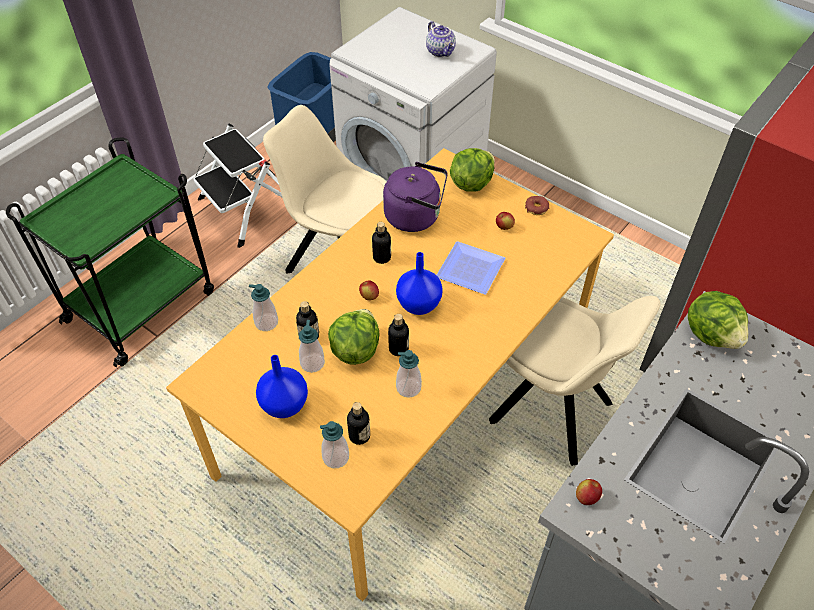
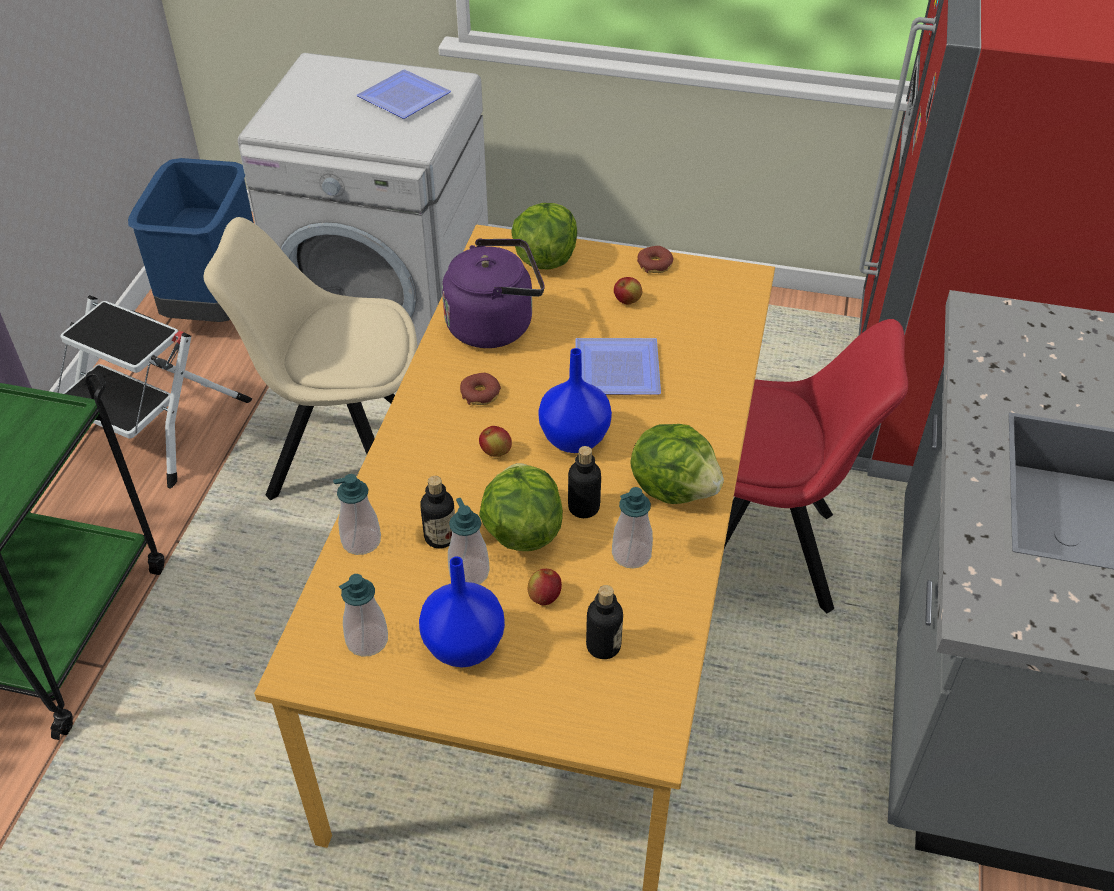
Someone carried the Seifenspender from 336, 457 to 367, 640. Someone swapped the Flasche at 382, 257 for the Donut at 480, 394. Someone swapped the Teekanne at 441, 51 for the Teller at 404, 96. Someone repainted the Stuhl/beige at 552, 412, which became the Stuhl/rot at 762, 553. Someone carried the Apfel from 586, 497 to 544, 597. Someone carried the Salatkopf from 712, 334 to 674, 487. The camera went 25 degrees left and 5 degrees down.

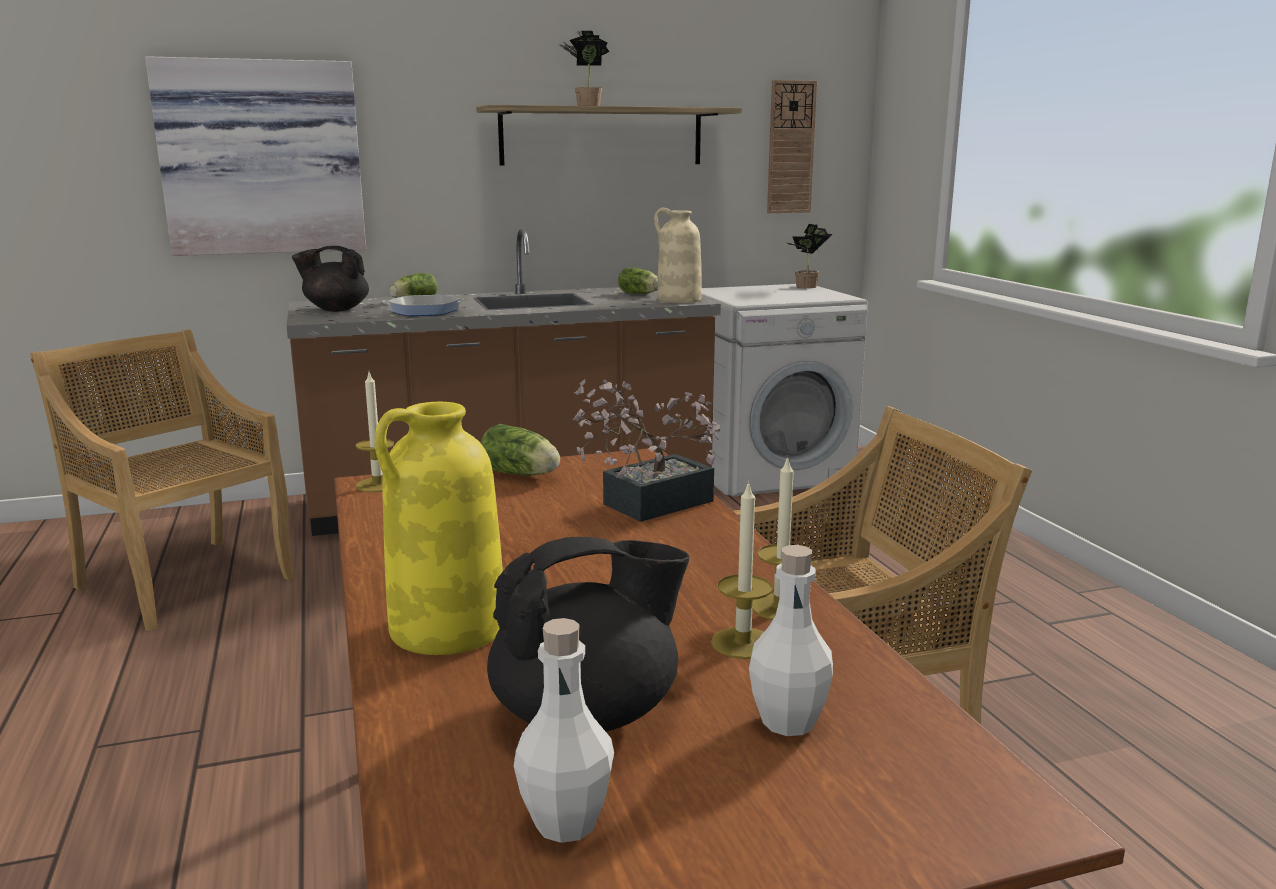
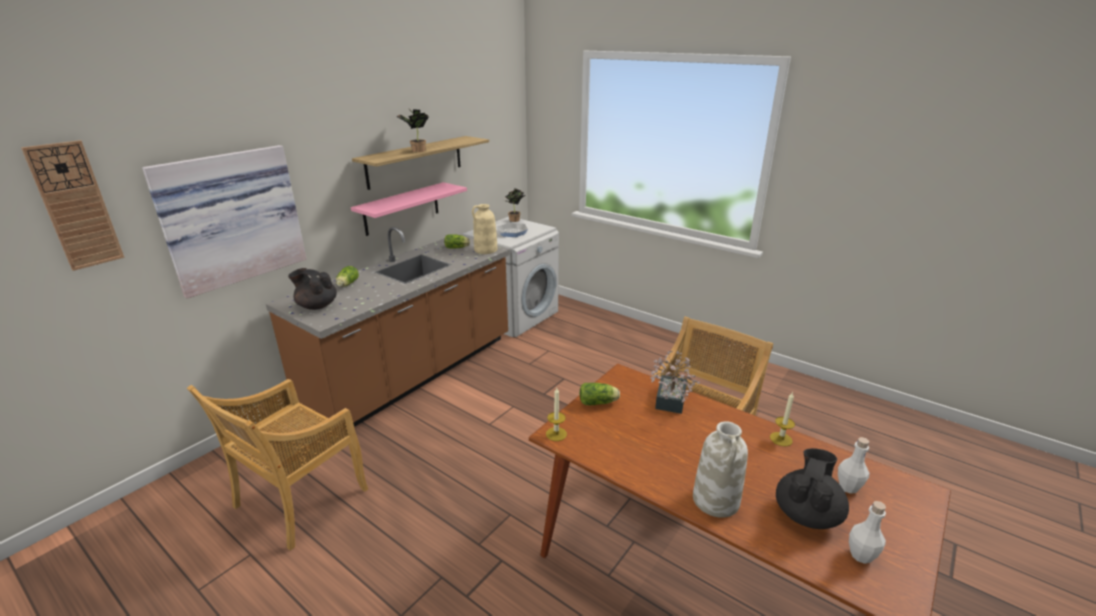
Someone rotated the Stuhl/beige at 184, 581 by 60 degrees counterclockwise. Someone rotated the Teekanne/schwarz at 335, 309 by 60 degrees clockwise. Someone repainted the Vase/gelb at 447, 629, which became the Vase/weiß at 716, 501. Someone carried the Pfanne from 424, 311 to 512, 232. Someone took away the Kerze at 743, 643. Someone carried the Wanduhr from 790, 147 to 76, 206. Someone put up the Wandregal/rosa at 402, 208. The camera went 35 degrees left and 10 degrees up.

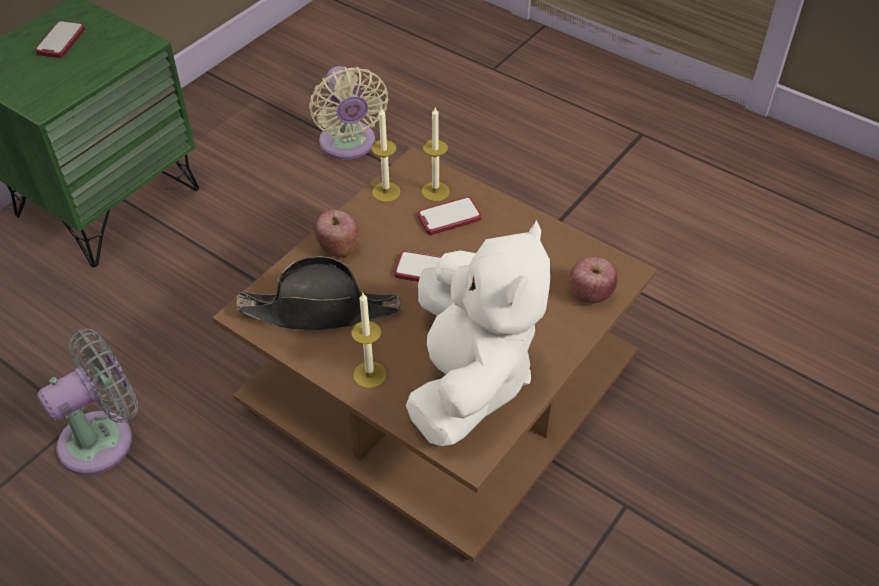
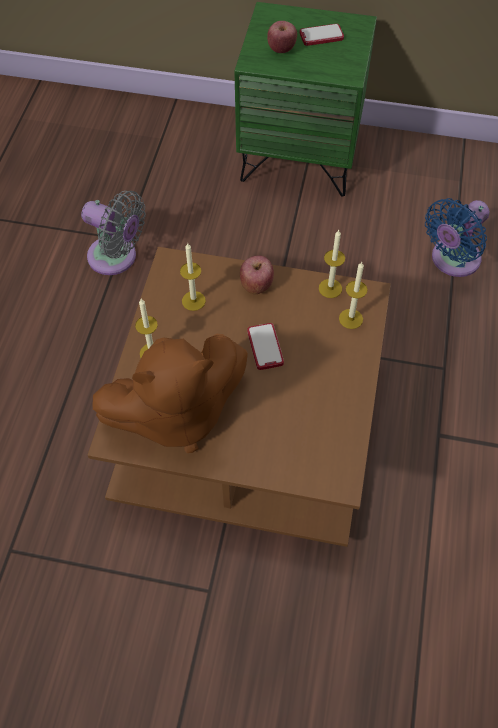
Someone swapped the Hut/schwarz at 320, 310 for the Kerze at 193, 301. Someone repainted the Ventilator/beige at 349, 145, which became the Ventilator/blau at 452, 260. Someone repainted the Plüschtier/weiß at 468, 379, which became the Plüschtier/braun at 176, 414. Someone took away the Handy at 449, 217. Someone carried the Apfel from 590, 294 to 281, 49. The camera went 65 degrees right and 10 degrees up.

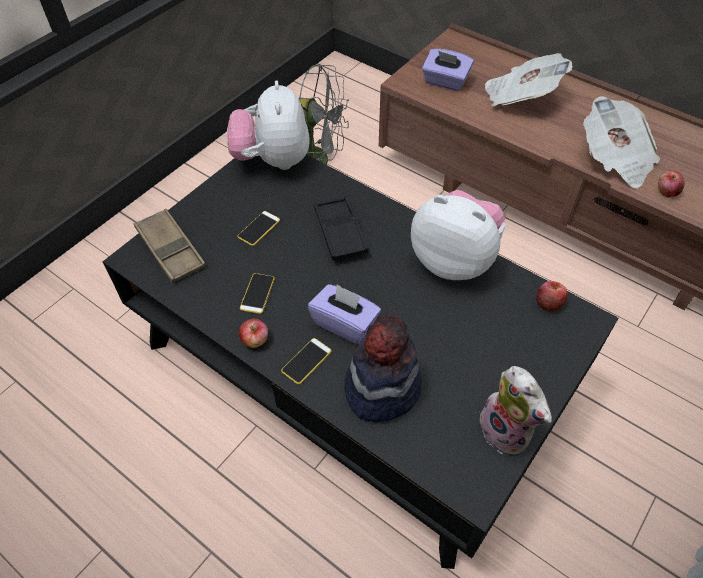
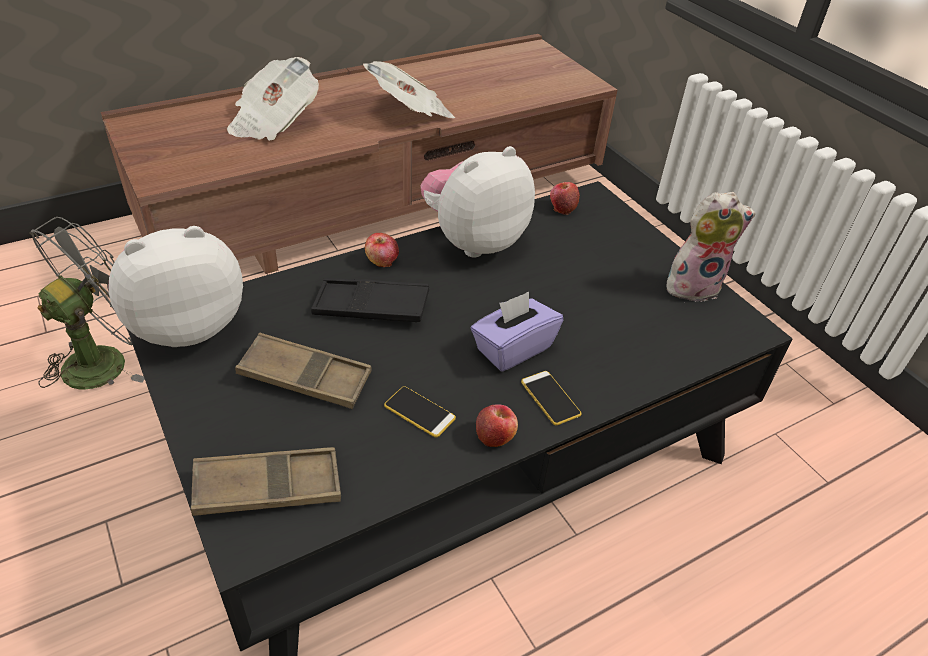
Someone rotated the Plüschtier at 273, 160 by 135 degrees clockwise. Someone swapped the Handy at 259, 228 for the Tablett/braun at 305, 377. Someone took away the Hut at 381, 387. Someone took away the Taschentuchbox/lila at 445, 82. Someone carried the Apfel from 667, 191 to 382, 261. The camera went 70 degrees left and 10 degrees down.

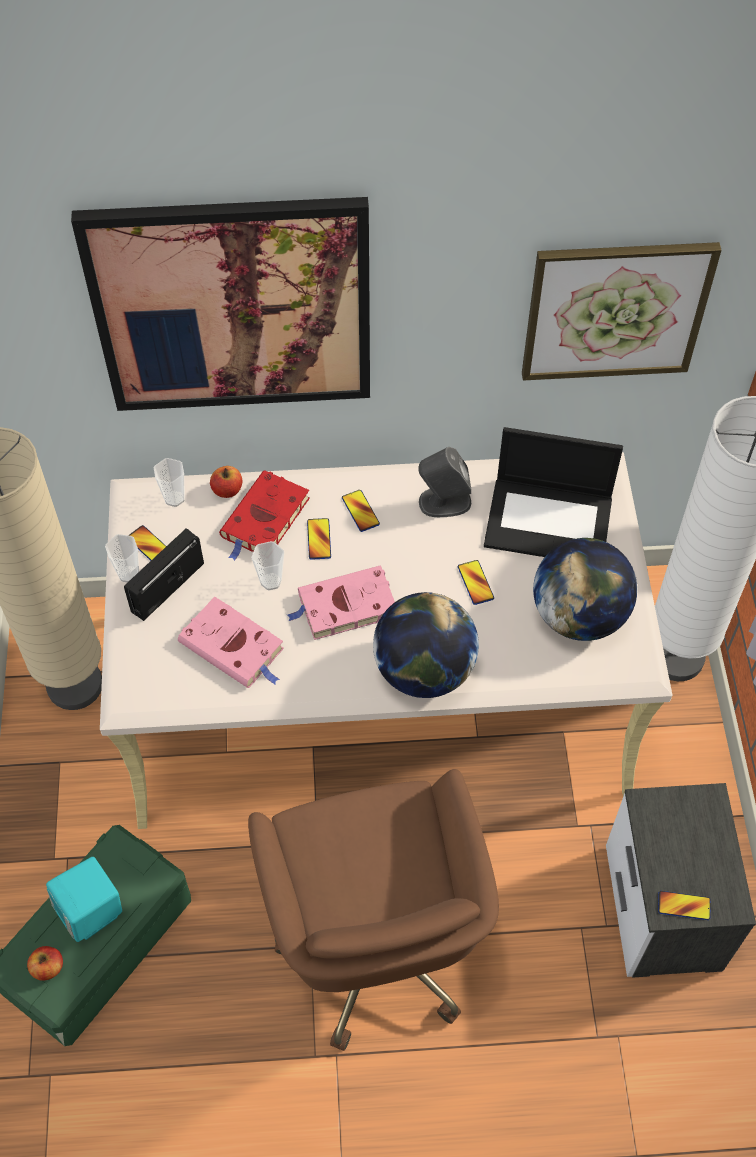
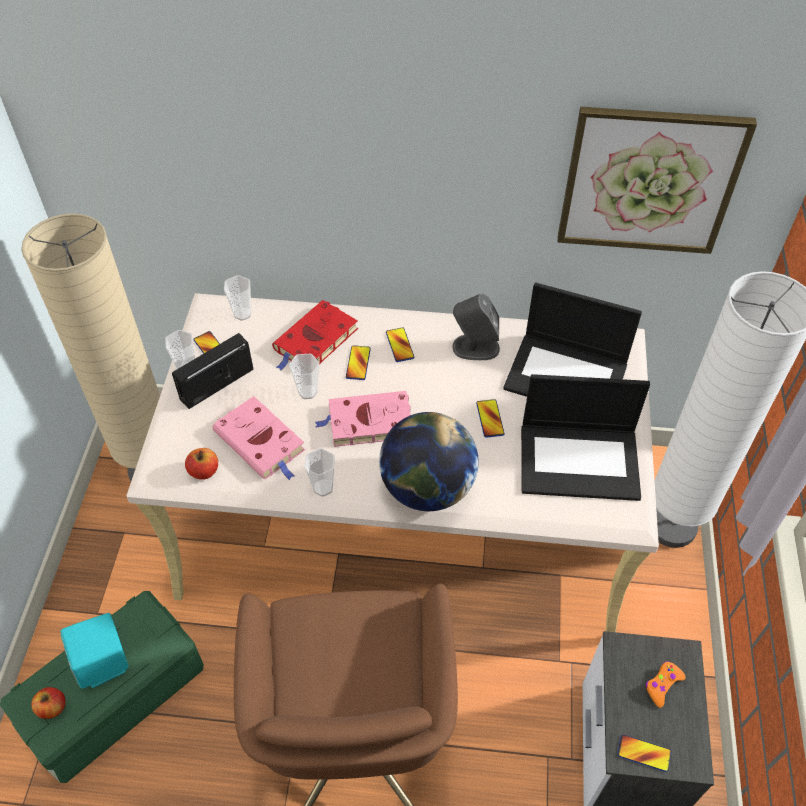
Someone took away the Bild at 233, 306. Someone carried the Apfel from 227, 490 to 204, 471. Someone swapped the Globus at 579, 615 for the Laptop at 580, 460. Someone put down the Tasse at 323, 487. Someone put down the Gamepad/orange at 662, 685. The camera went 10 degrees right and 5 degrees down.

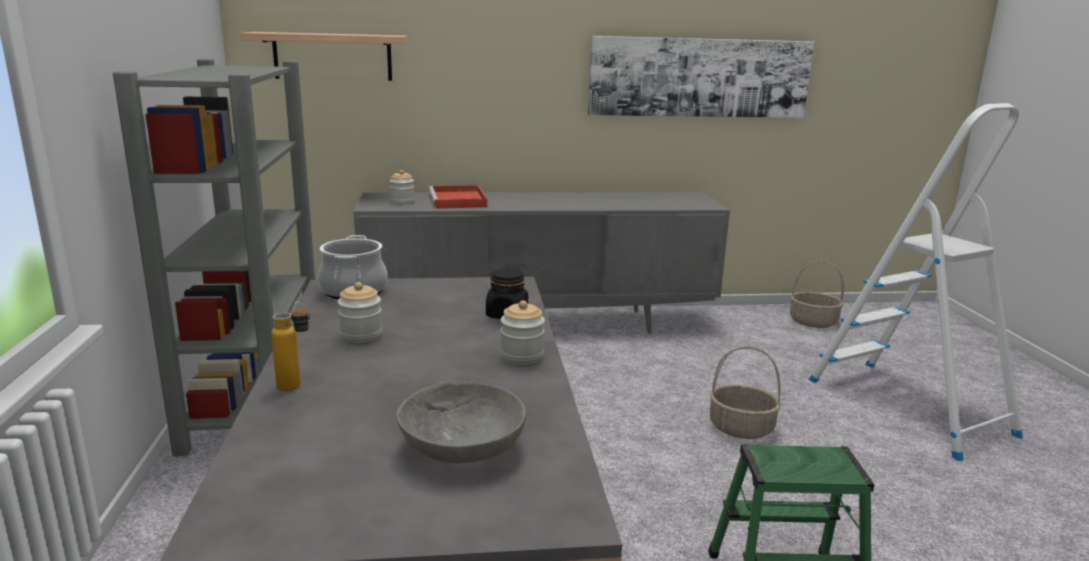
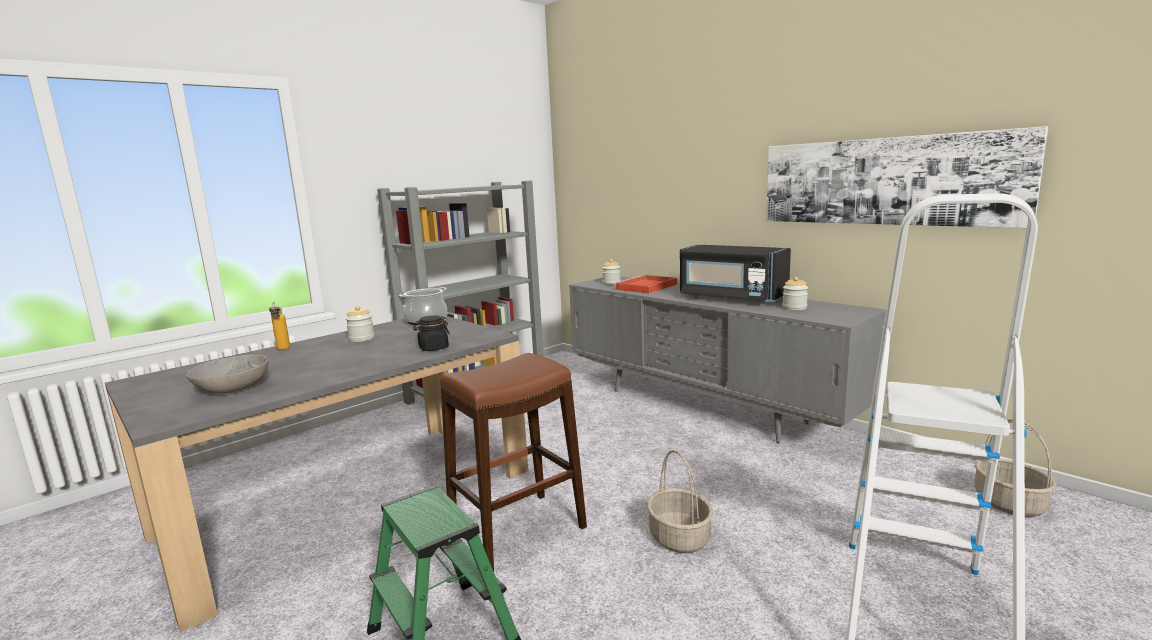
Someone took away the Wandregal at 333, 56. Someone carried the Vorratsglas from 522, 356 to 794, 308. Someone put down the Hocker/braun at 517, 531. Someone put down the Mikrowelle/schwarz at 731, 298. The camera went 55 degrees right and 5 degrees down.

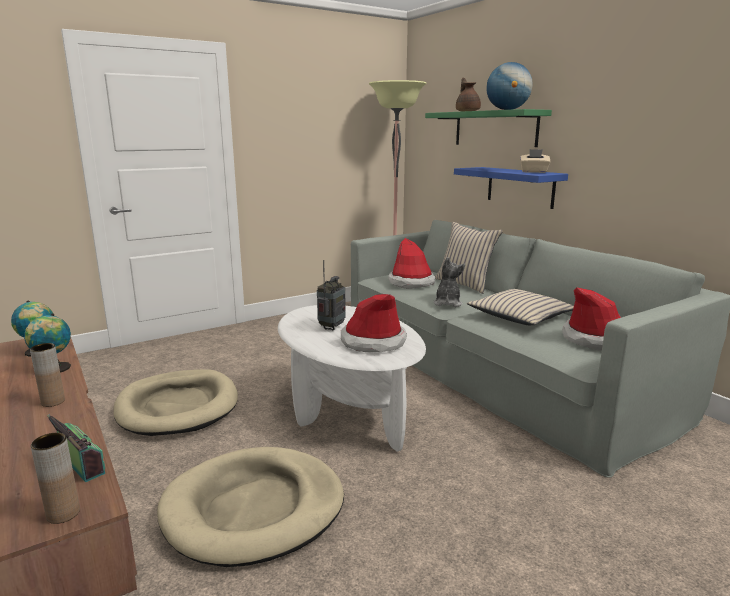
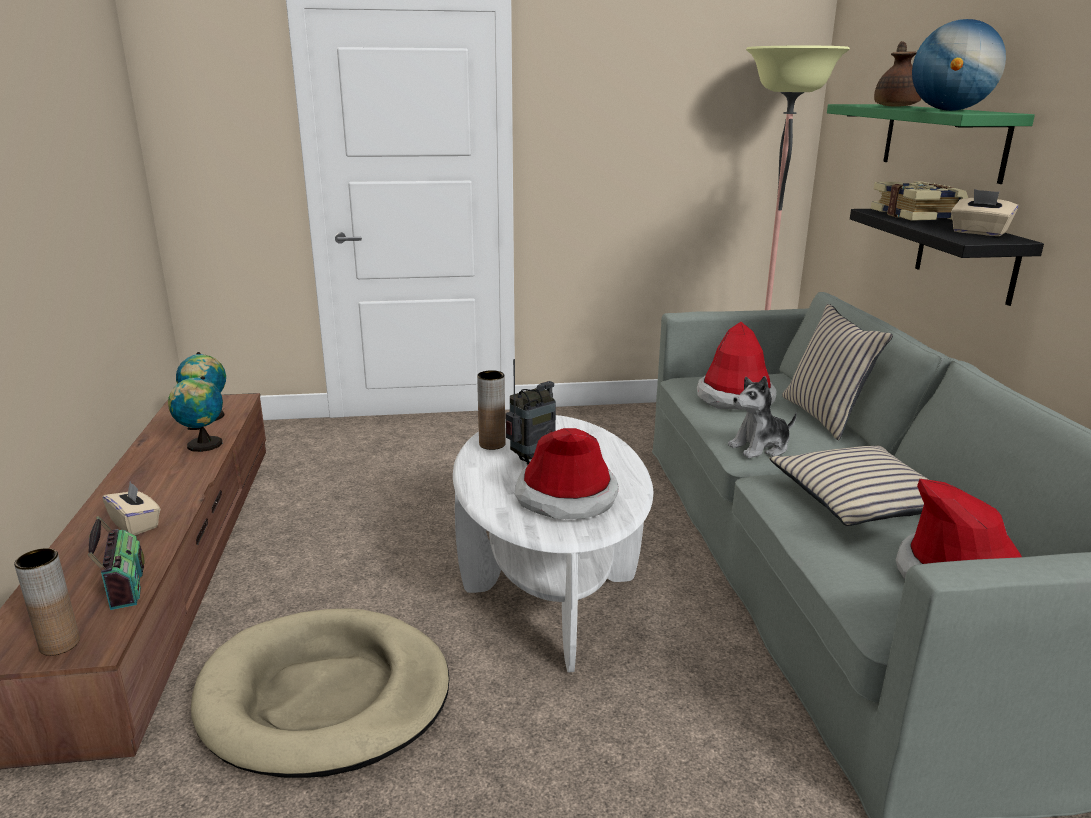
Someone carried the Vase/braun from 53, 402 to 492, 444. Someone took away the Hundebett/beige at 178, 406. Someone rotated the Plüschtier at 447, 303 by 150 degrees counterclockwise. Someone repainted the Wandregal/blau at 520, 187, which became the Wandregal/schwarz at 965, 254. Someone put down the Taschentuchbox/beige at 136, 524. Someone put down the Buch at 916, 216. The camera went 25 degrees right and 5 degrees up.

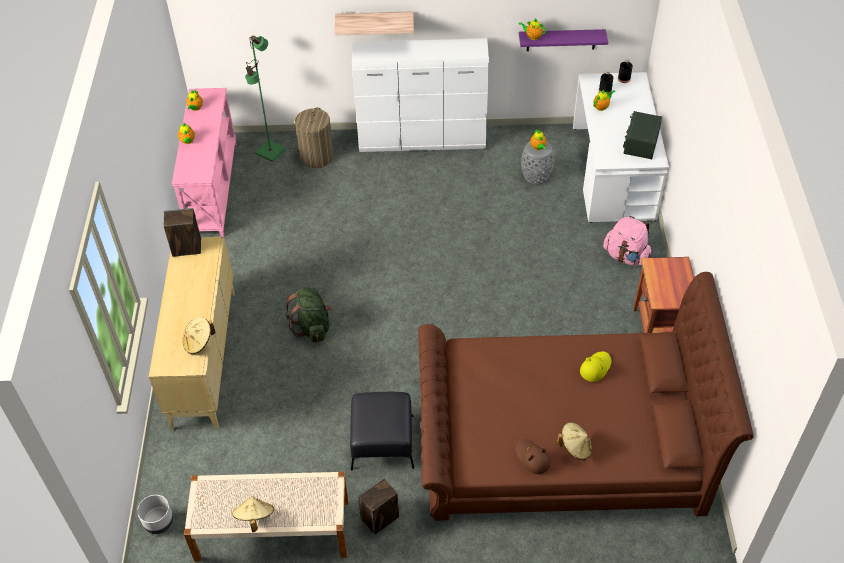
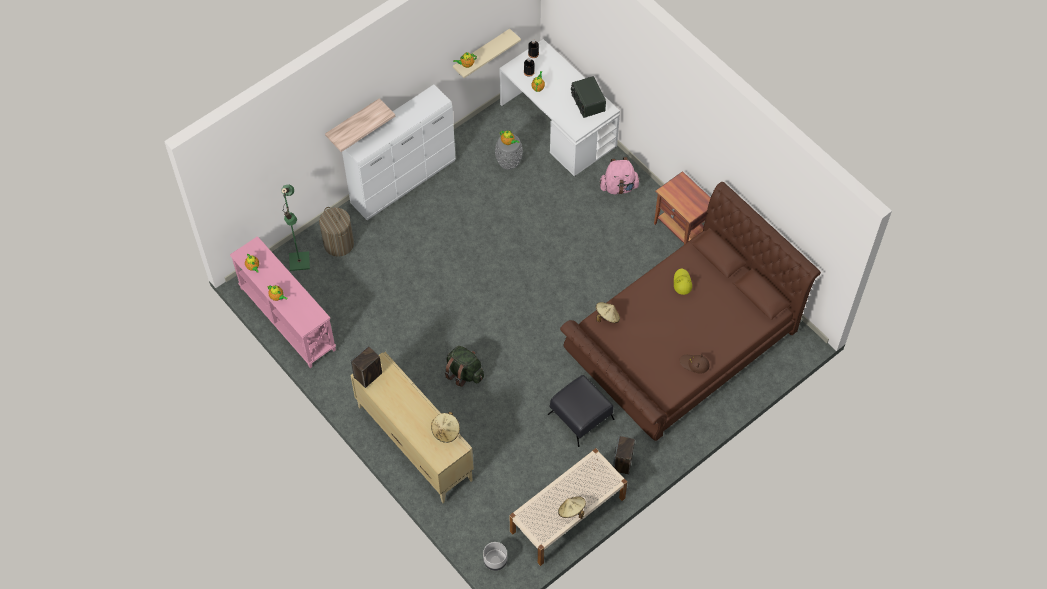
Someone repainted the Wandregal/lila at 561, 40, which became the Wandregal/beige at 481, 53. Someone carried the Hut/beige from 575, 447 to 607, 317. The camera went 40 degrees left and 10 degrees up.

